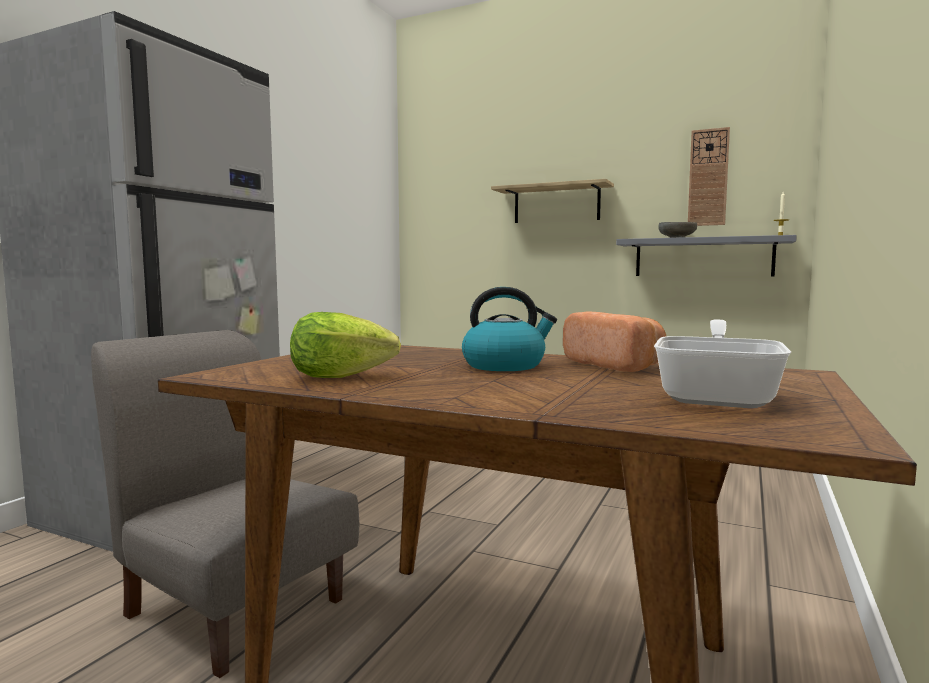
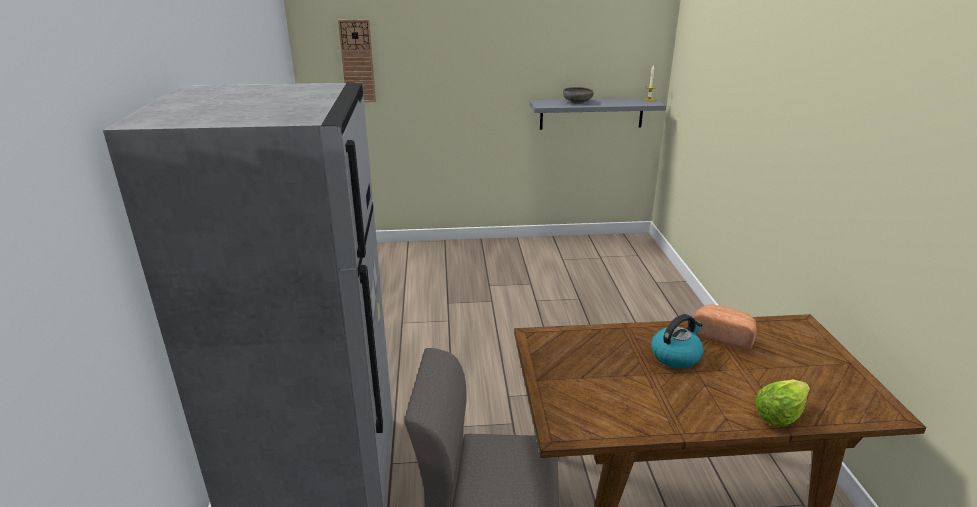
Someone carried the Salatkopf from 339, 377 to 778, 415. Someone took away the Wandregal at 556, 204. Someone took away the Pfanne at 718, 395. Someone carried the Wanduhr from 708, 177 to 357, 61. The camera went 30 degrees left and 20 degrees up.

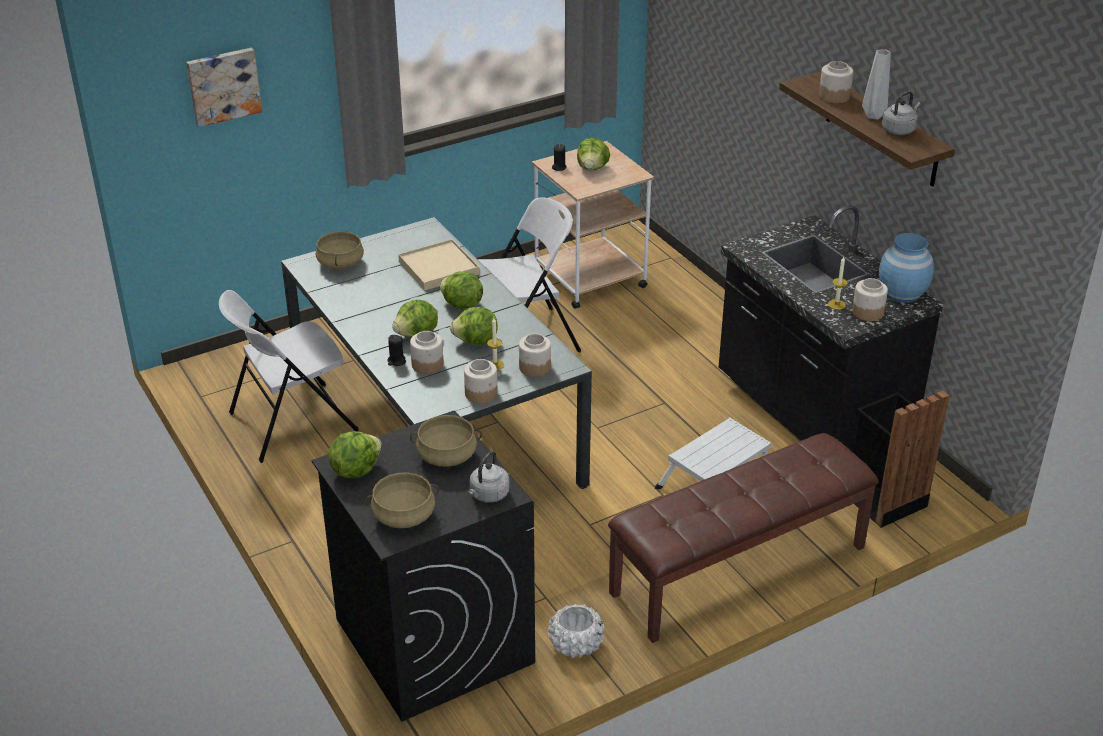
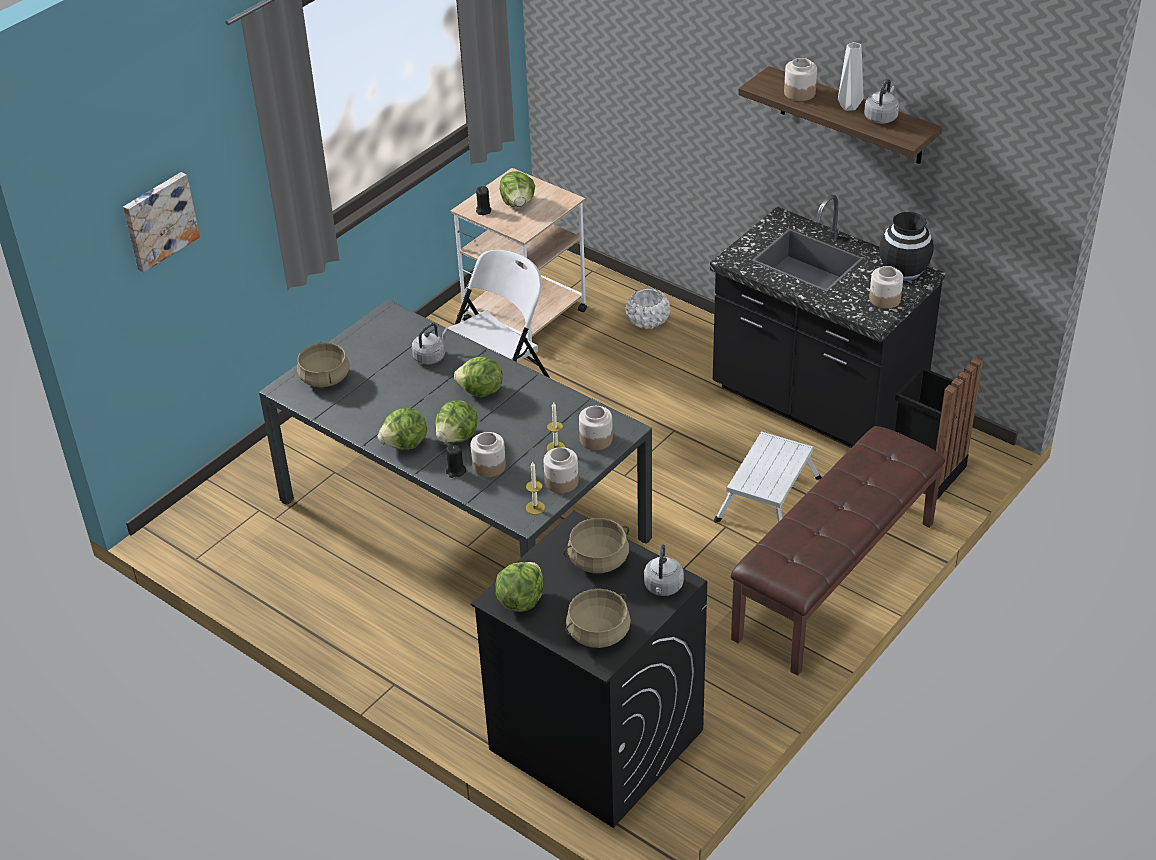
Someone took away the Stuhl/weiß at 293, 421. Someone swapped the Tablett/beige at 438, 268 for the Wasserkessel/grau at 430, 356. Someone carried the Salatkopf from 476, 342 to 406, 444. Someone carried the Pflanzkübel/weiß from 576, 645 to 648, 321. Someone carried the Kerze from 836, 304 to 535, 507. Someone repainted the Vase/blau at 902, 293, which became the Vase/schwarz at 904, 270. The camera went 20 degrees left and 5 degrees up.

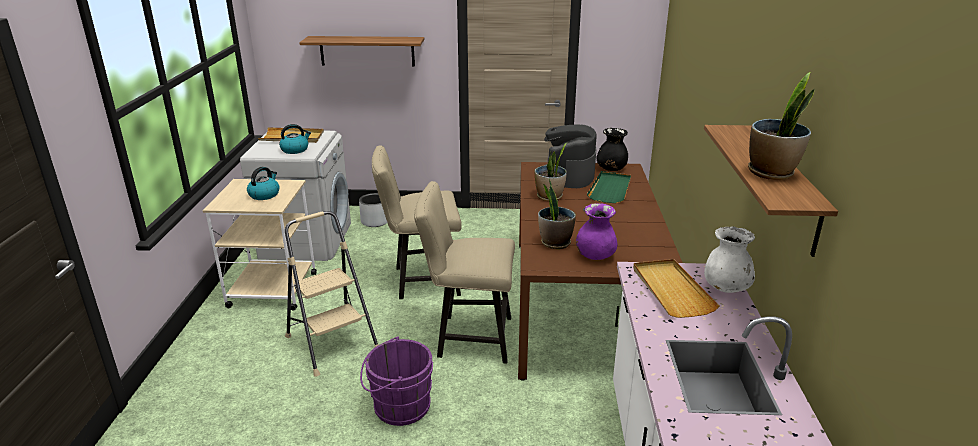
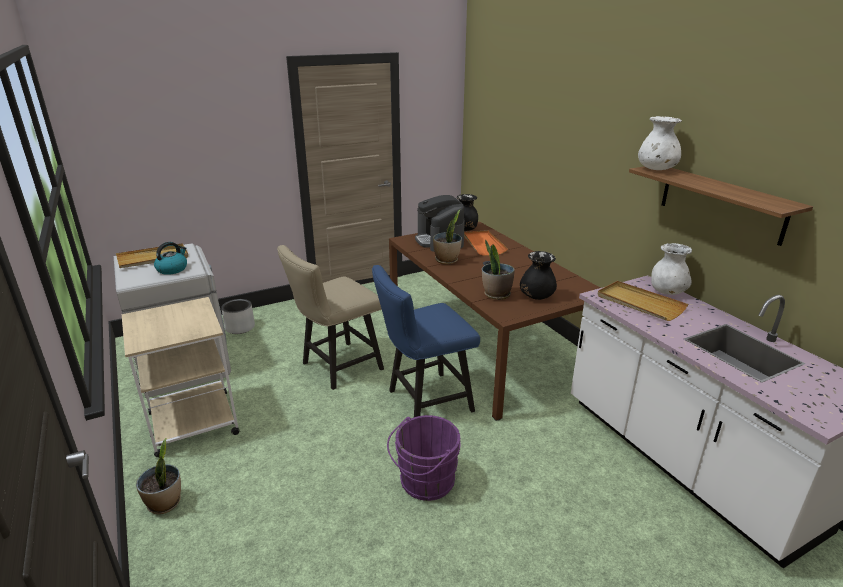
Someone took away the Wasserkessel at 264, 194. Someone took away the Trittleiter/beige at 331, 341. Someone took away the Wandregal at 367, 51. Someone repainted the Stuhl/beige at 468, 337, which became the Stuhl/blau at 424, 401. Someone repainted the Vase/lila at 595, 256, which became the Vase/schwarz at 536, 296. Someone repainted the Tablett/grün at 610, 189, which became the Tablett/orange at 483, 244. Someone carried the Topfpflanze from 771, 173 to 165, 503. Someone put down the Vase/weiß at 656, 169. The camera went 30 degrees left and 0 degrees up.

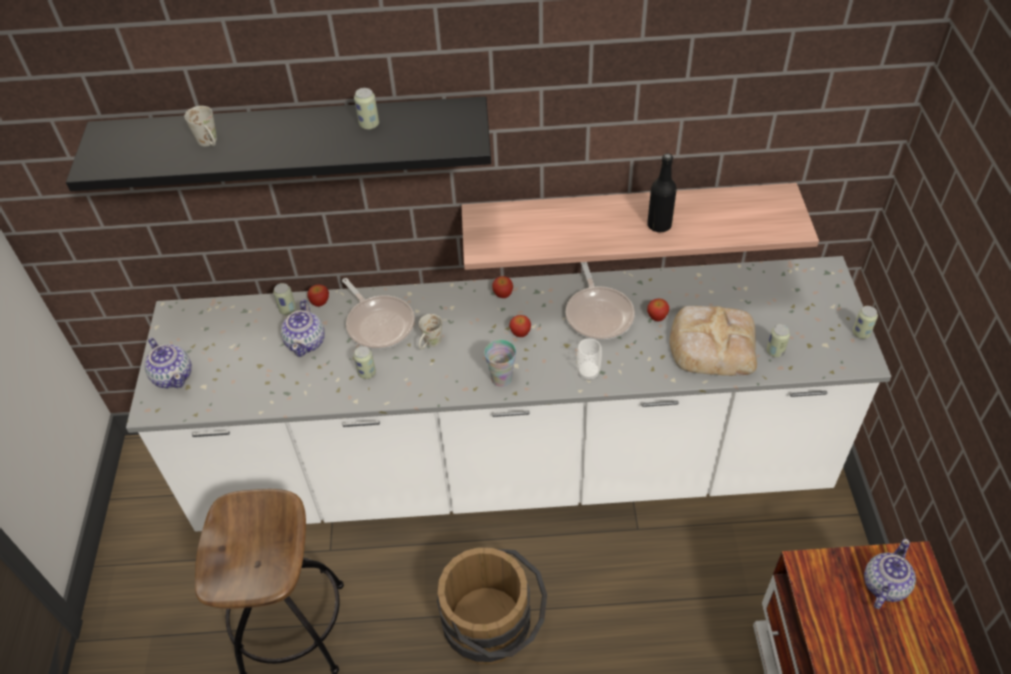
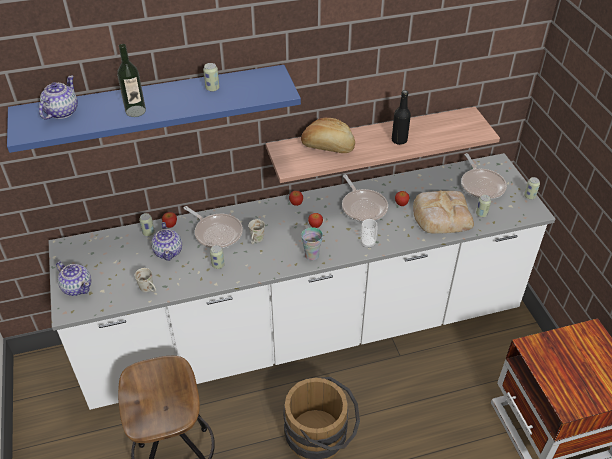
Someone repainted the Wandregal/schwarz at 294, 138, which became the Wandregal/blau at 155, 106. Someone carried the Henkelbecher/weiß from 210, 143 to 149, 289. Someone carried the Teekanne from 884, 585 to 61, 112. Someone put down the Flasche at 135, 111. Someone put down the Brot at 328, 147. Someone put down the Pfanne at 481, 185. The camera went 15 degrees left and 5 degrees down.

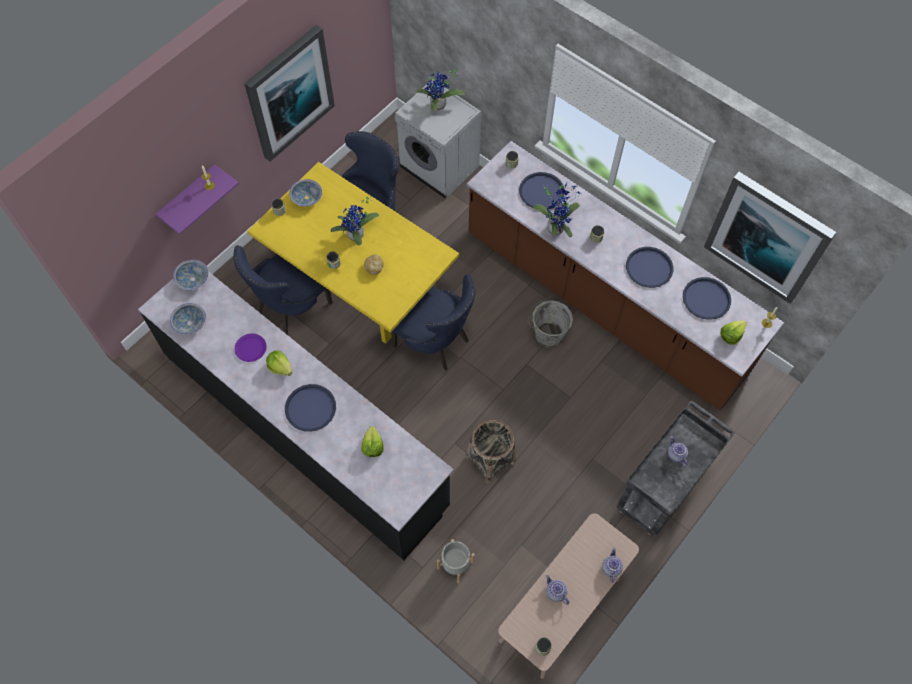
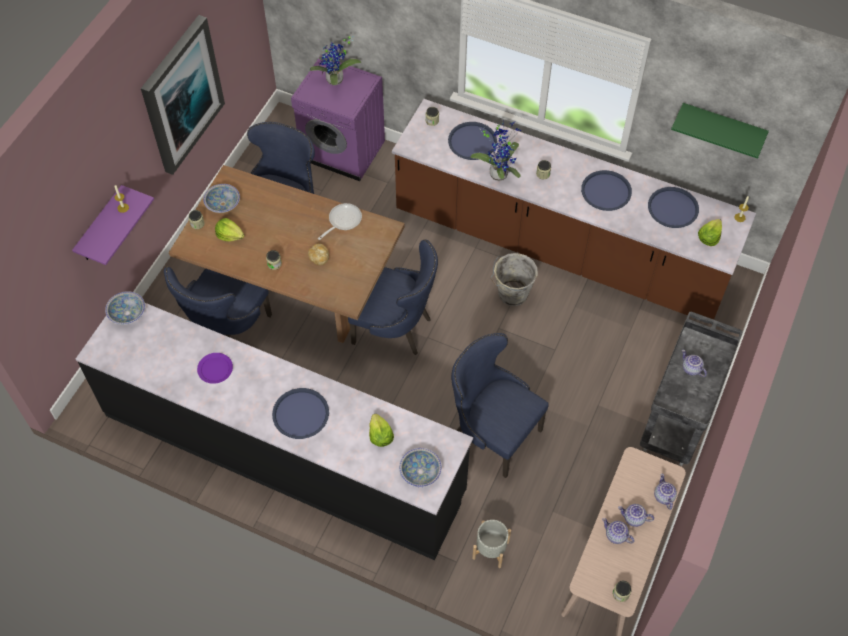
Someone carried the Schüssel from 190, 323 to 420, 471. Someone repainted the Esstisch/gelb at 359, 287, which became the Esstisch/braun at 295, 292. Someone carried the Salatkopf from 280, 367 to 230, 235. Someone took away the Topfpflanze at 357, 236. Someone repainted the Waschmaschine/weiß at 438, 168, which became the Waschmaschine/lila at 342, 152. Someone swapped the Korb at 490, 459 for the Stuhl/blau at 493, 433. Someone swapped the Bild at 767, 237 for the Wandregal/grün at 722, 127. Someone put down the Pfanne at 342, 221. Someone put down the Teekanne at 633, 519. The camera went 15 degrees left and 5 degrees down.

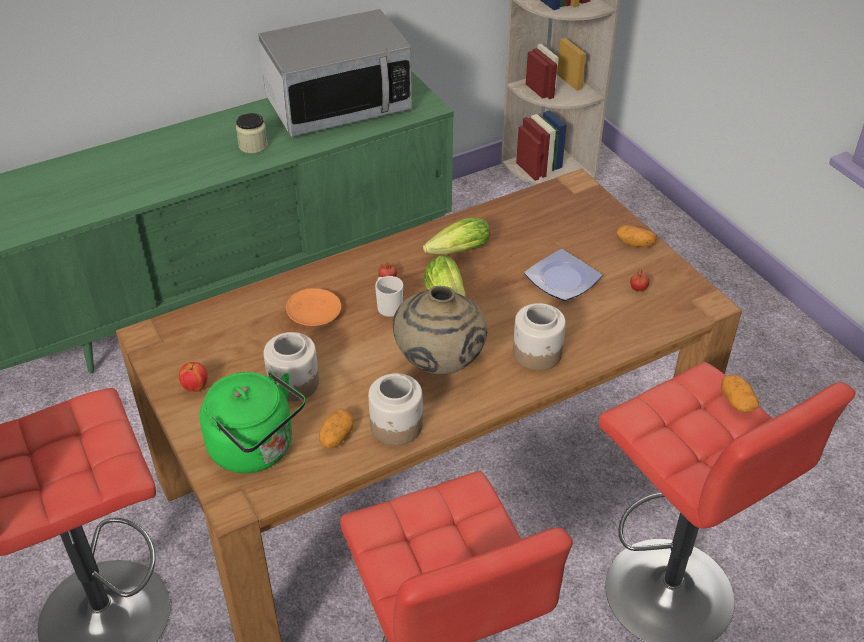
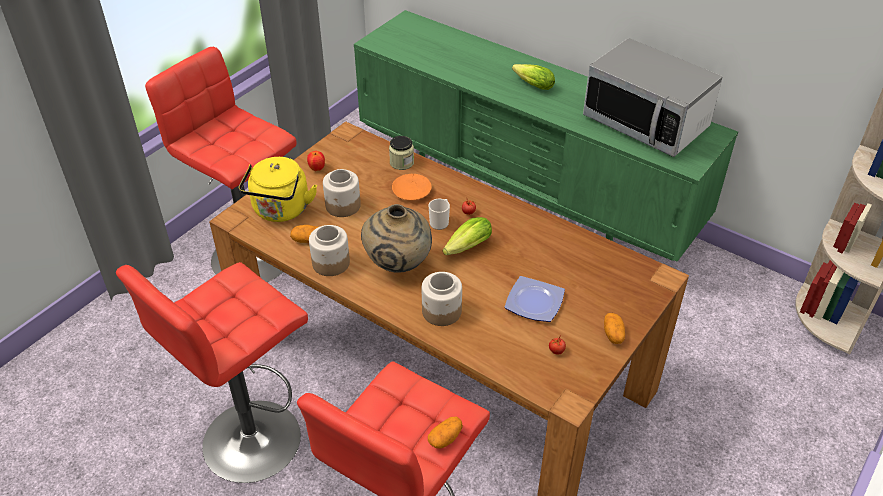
Someone repainted the Wasserkessel/grün at 256, 449, which became the Wasserkessel/gelb at 280, 211. Someone carried the Vorratsglas from 253, 146 to 402, 163. Someone carried the Salatkopf from 455, 252 to 531, 84. The camera went 65 degrees right and 0 degrees up.

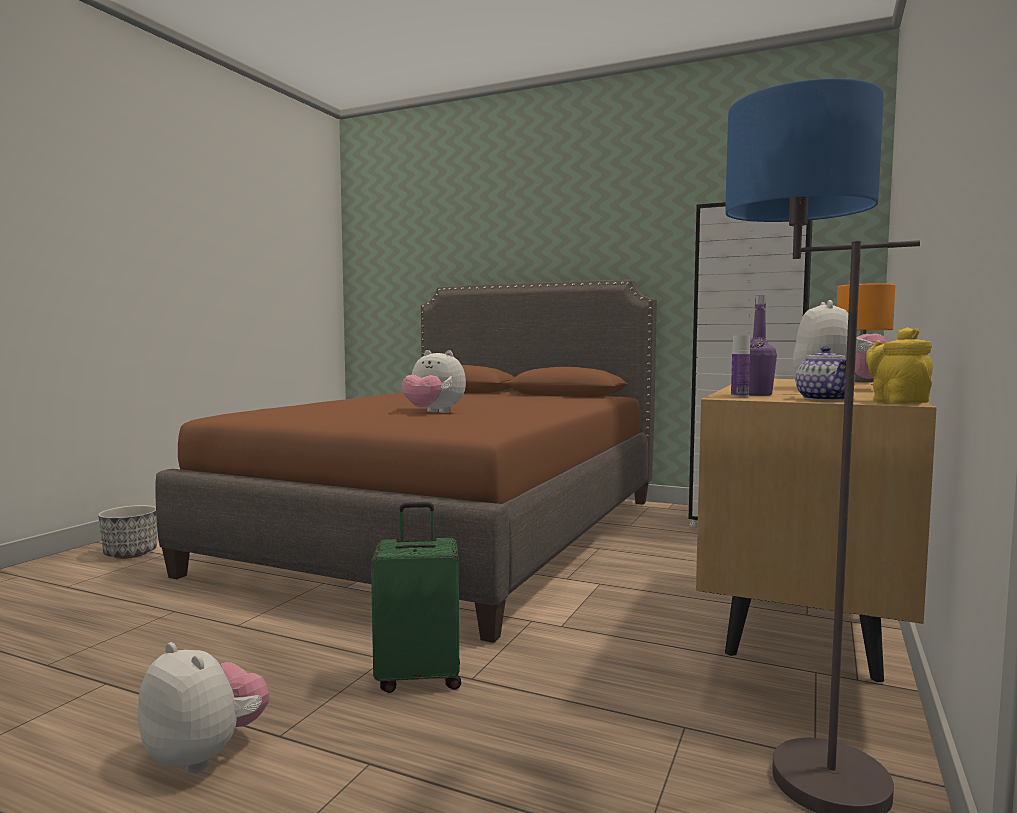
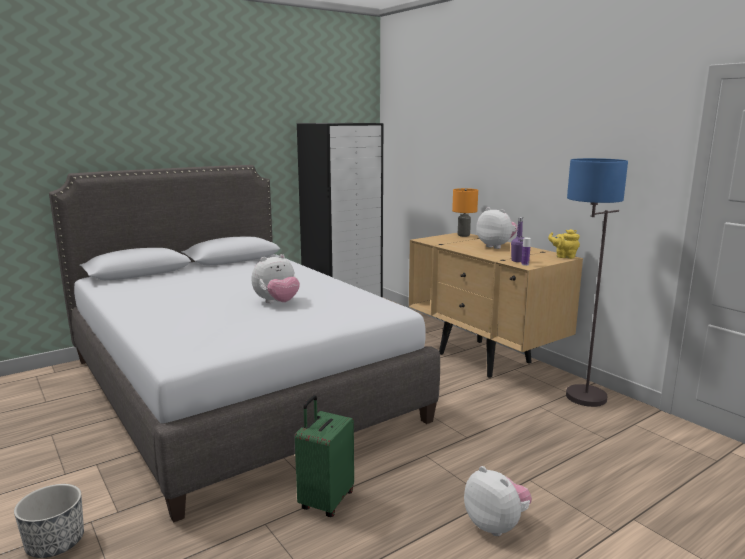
Someone rotated the Plüschtier at 205, 754 by 75 degrees clockwise. Someone repainted the Bett/braun at 451, 533, which became the Bett/grau at 236, 388. Someone carried the Koffer/grün from 419, 677 to 325, 501. Someone took away the Teekanne at 825, 399. The camera went 60 degrees left and 10 degrees up.

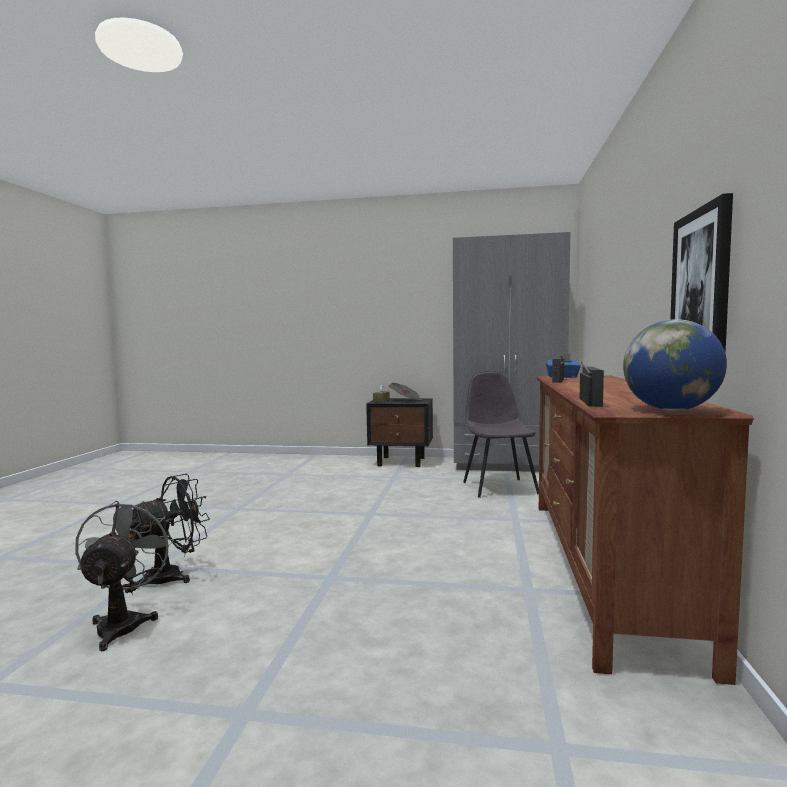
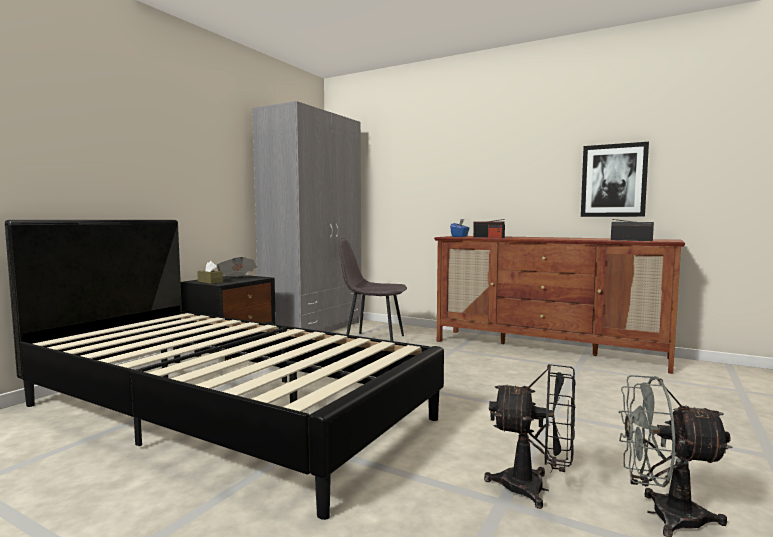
Someone rotated the Ventilator/schwarz at 173, 575 by 135 degrees clockwise. Someone took away the Globus at 671, 410. Someone put down the Bett/schwarz at 224, 411. The camera went 70 degrees left and 0 degrees up.

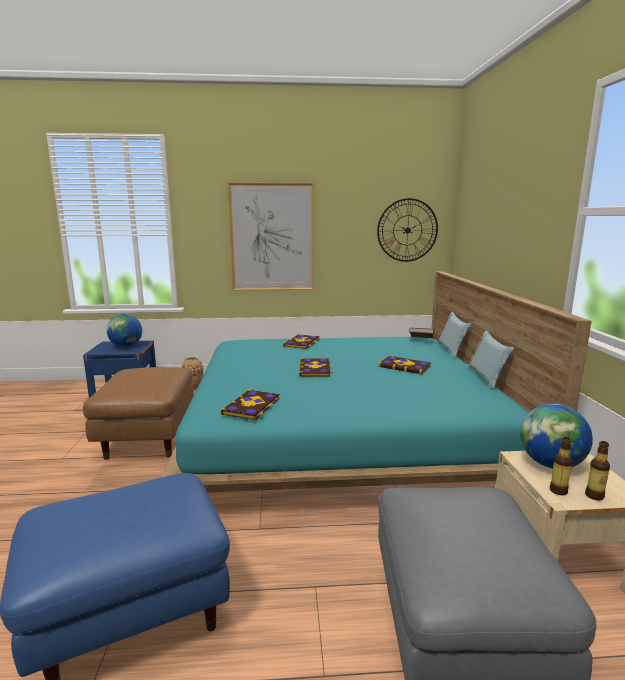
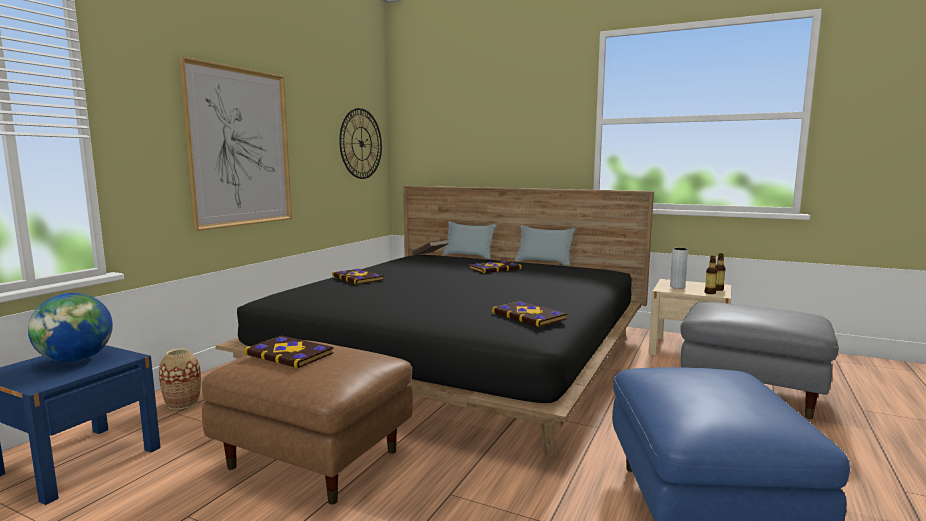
Someone repainted the Bett/türkis at 341, 433, which became the Bett/schwarz at 459, 358. Someone carried the Buch from 315, 369 to 290, 354. Someone swapped the Globus at 550, 464 for the Vase/grau at 677, 287. The camera went 60 degrees left and 5 degrees down.

